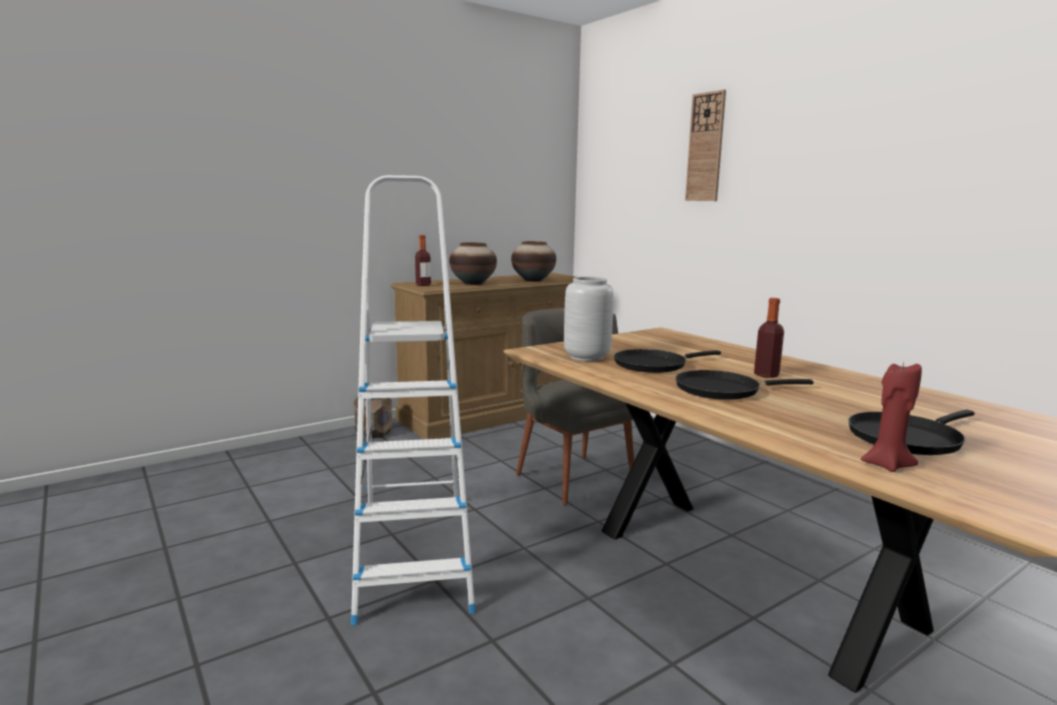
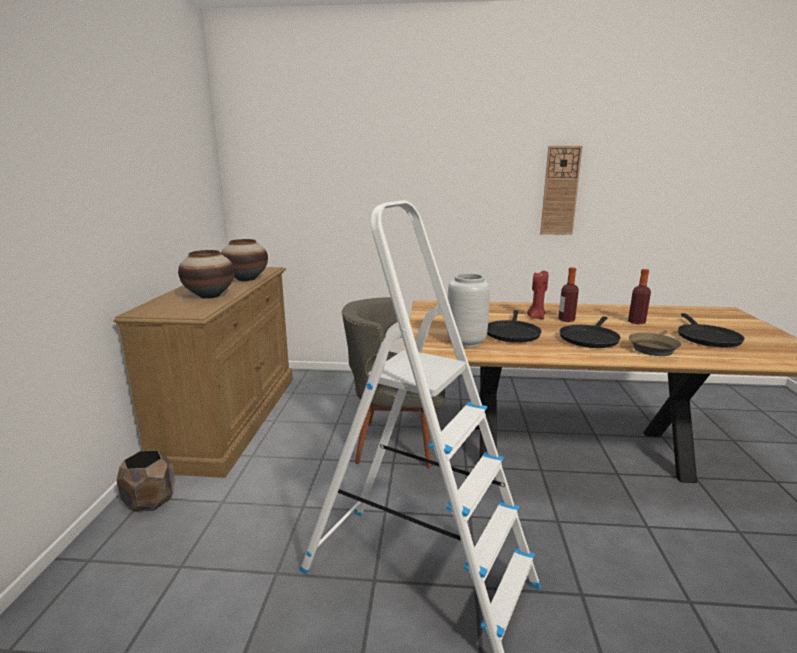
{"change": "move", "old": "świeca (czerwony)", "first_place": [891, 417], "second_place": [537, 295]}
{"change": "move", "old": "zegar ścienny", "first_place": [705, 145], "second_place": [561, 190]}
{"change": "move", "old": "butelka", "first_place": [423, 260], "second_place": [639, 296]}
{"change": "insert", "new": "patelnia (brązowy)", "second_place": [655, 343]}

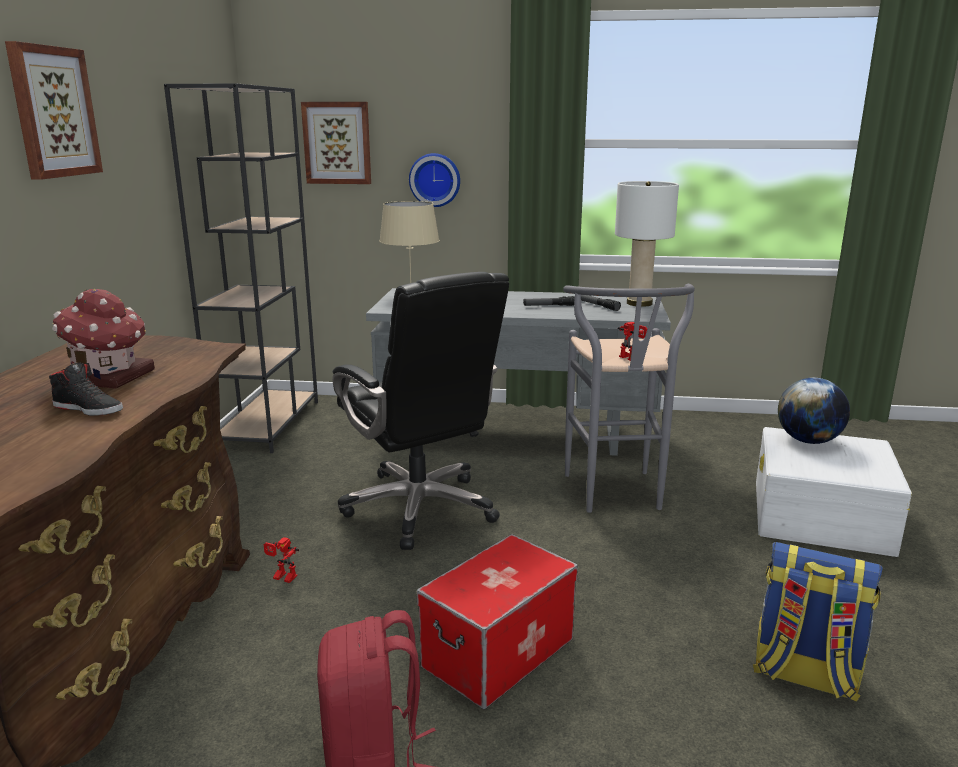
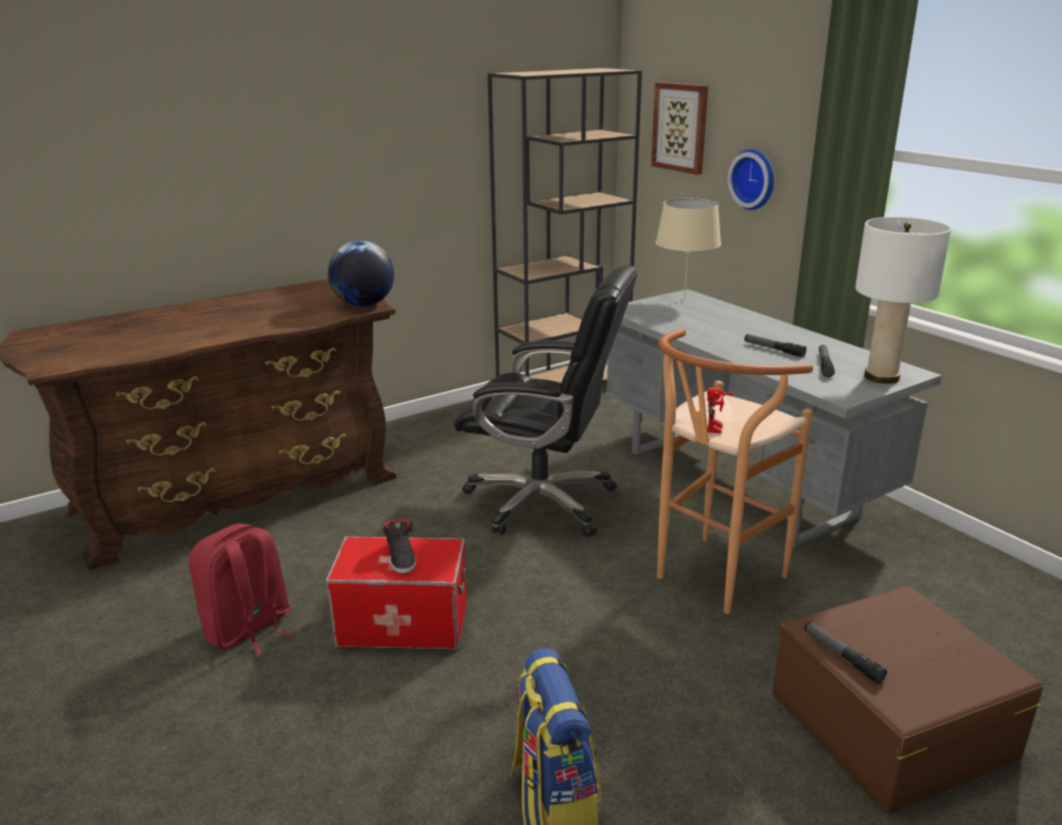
{"change": "move", "old": "globus", "first_place": [814, 411], "second_place": [361, 273]}
{"change": "move", "old": "but (czarny)", "first_place": [86, 389], "second_place": [399, 546]}
{"change": "rotate", "old": "krzesło biurowe (czarny)", "first_place": [420, 411], "second_place": [546, 401], "degrees": -90}
{"change": "recolor", "old": "stołek (szary)", "new": "stołek (brązowy)", "first_place": [629, 398], "second_place": [735, 471]}
{"change": "recolor", "old": "pojemnik do przechowywania (biały)", "new": "pojemnik do przechowywania (brązowy)", "first_place": [834, 492], "second_place": [908, 700]}
{"change": "insert", "new": "latarka", "second_place": [845, 652]}
{"change": "delete", "old": "obraz", "first_place": [54, 110]}
{"change": "delete", "old": "domek", "first_place": [103, 338]}
{"change": "delete", "old": "robot zabawkowy", "first_place": [281, 560]}

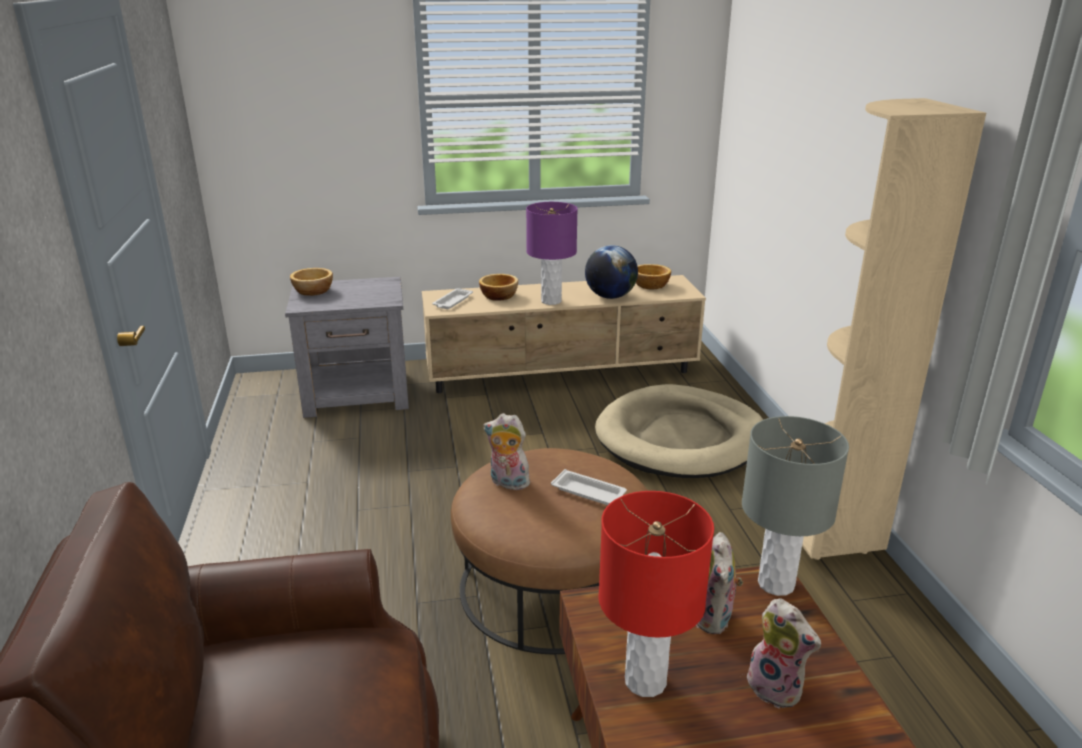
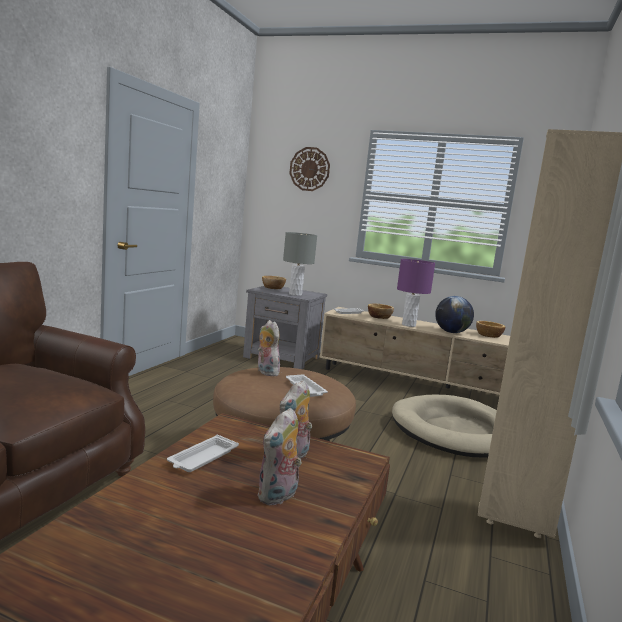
{"change": "replace", "old": "lampa stołowa (czerwony)", "new": "taca (biały)", "first_place": [656, 594], "second_place": [203, 453]}
{"change": "rotate", "old": "pluszak", "first_place": [784, 653], "second_place": [279, 456], "degrees": 45}
{"change": "move", "old": "lampa stołowa (szary)", "first_place": [795, 506], "second_place": [300, 264]}
{"change": "insert", "new": "zegar ścienny", "second_place": [309, 169]}

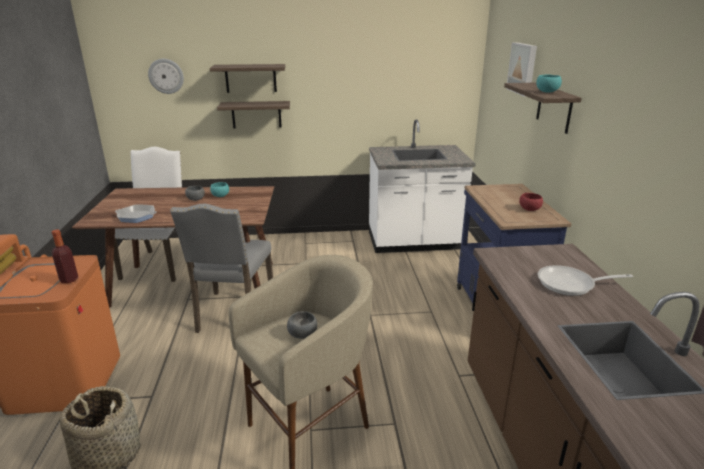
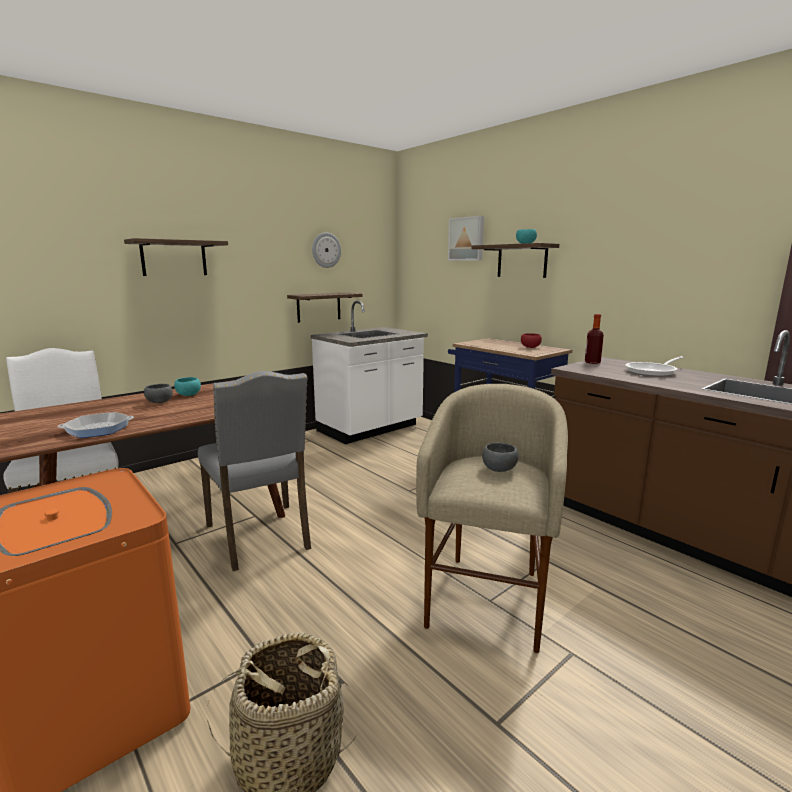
{"change": "move", "old": "półka", "first_place": [253, 114], "second_place": [325, 308]}
{"change": "move", "old": "zegar ścienny", "first_place": [166, 76], "second_place": [326, 250]}
{"change": "move", "old": "butelka", "first_place": [65, 256], "second_place": [594, 339]}

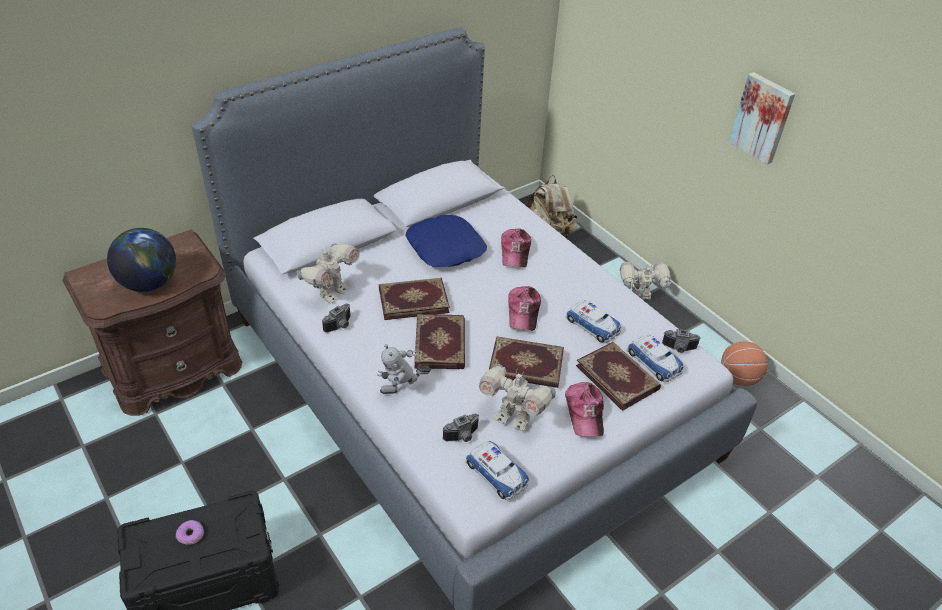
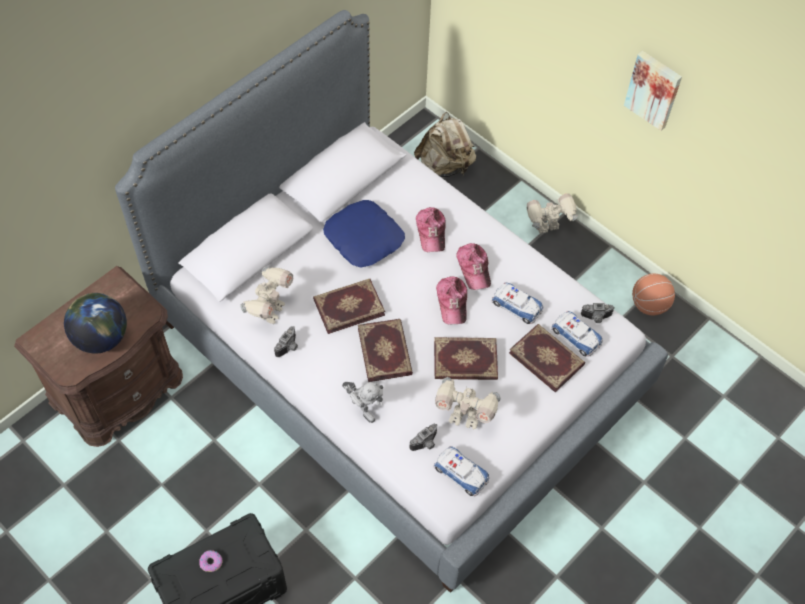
{"change": "rotate", "old": "robot zabawkowy", "first_place": [404, 369], "second_place": [362, 402], "degrees": -105}
{"change": "move", "old": "czapka z daszkiem", "first_place": [584, 409], "second_place": [473, 266]}

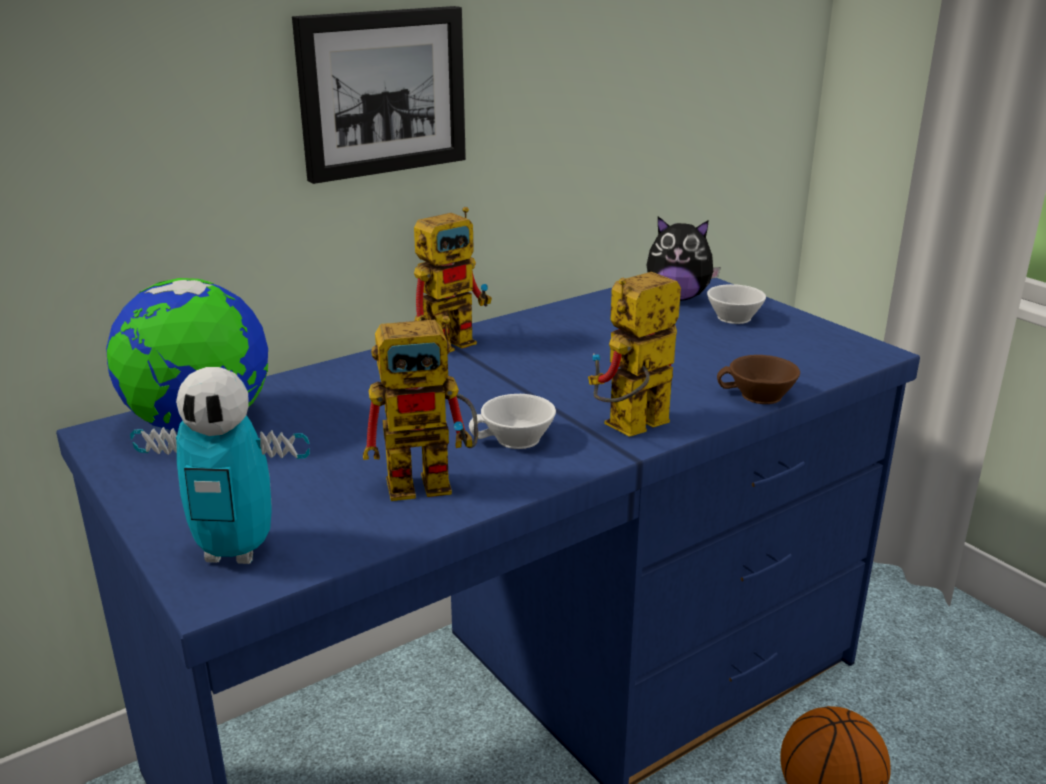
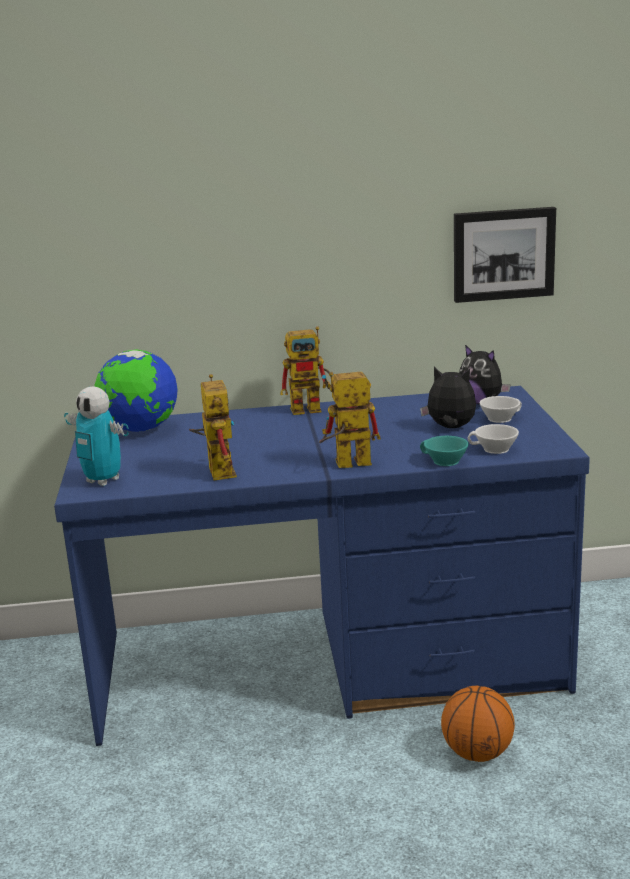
{"change": "rotate", "old": "robot zabawkowy", "first_place": [420, 408], "second_place": [213, 427], "degrees": -120}
{"change": "insert", "new": "pluszak", "second_place": [448, 397]}
{"change": "recolor", "old": "filiżanka (brązowy)", "new": "filiżanka (turkusowy)", "first_place": [758, 379], "second_place": [444, 451]}
{"change": "move", "old": "obraz", "first_place": [379, 95], "second_place": [505, 255]}
{"change": "move", "old": "filiżanka (biały)", "first_place": [512, 421], "second_place": [493, 439]}

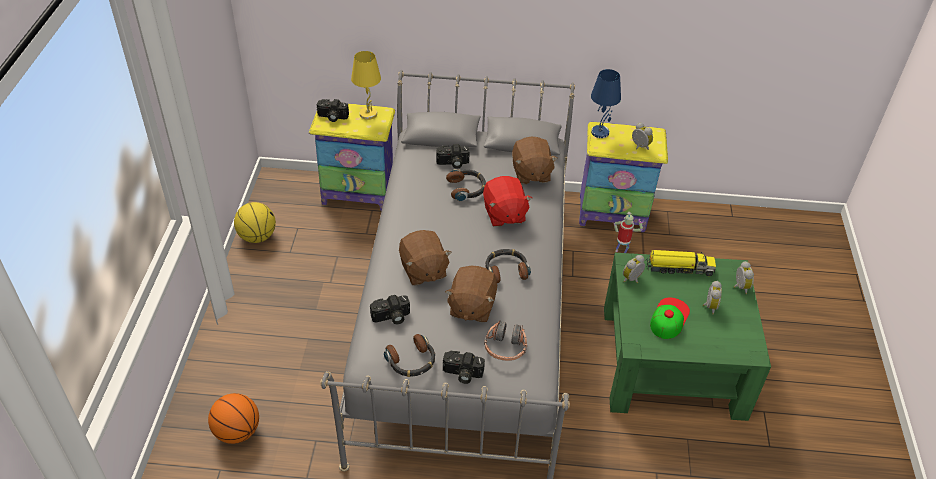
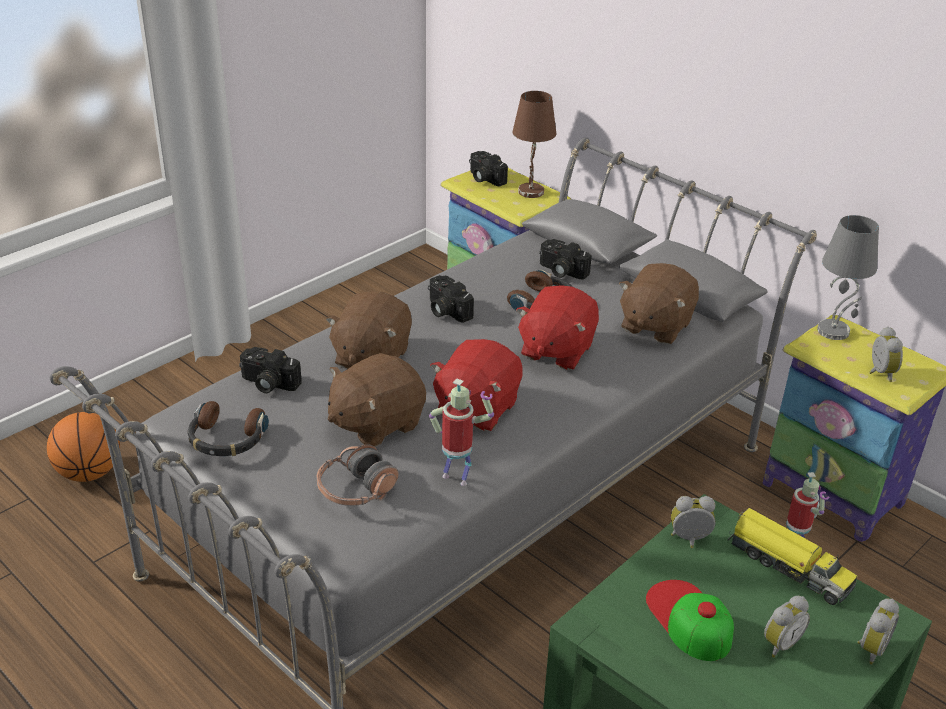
{"change": "move", "old": "aparat fotograficzny", "first_place": [464, 367], "second_place": [451, 299]}
{"change": "insert", "new": "robot zabawkowy", "second_place": [461, 432]}
{"change": "replace", "old": "słuchawki", "new": "pluszak (czerwony)", "first_place": [508, 266], "second_place": [476, 385]}
{"change": "recolor", "old": "lampa stołowa (żółty)", "new": "lampa stołowa (brązowy)", "first_place": [366, 85], "second_place": [534, 144]}
{"change": "rotate", "old": "czapka z daszkiem", "first_place": [670, 318], "second_place": [690, 620], "degrees": -90}
{"change": "recolor", "old": "lampa stołowa (niebieski)", "new": "lampa stołowa (szary)", "first_place": [606, 103], "second_place": [848, 277]}
{"change": "delete", "old": "piłka do koszykówki", "first_place": [255, 222]}

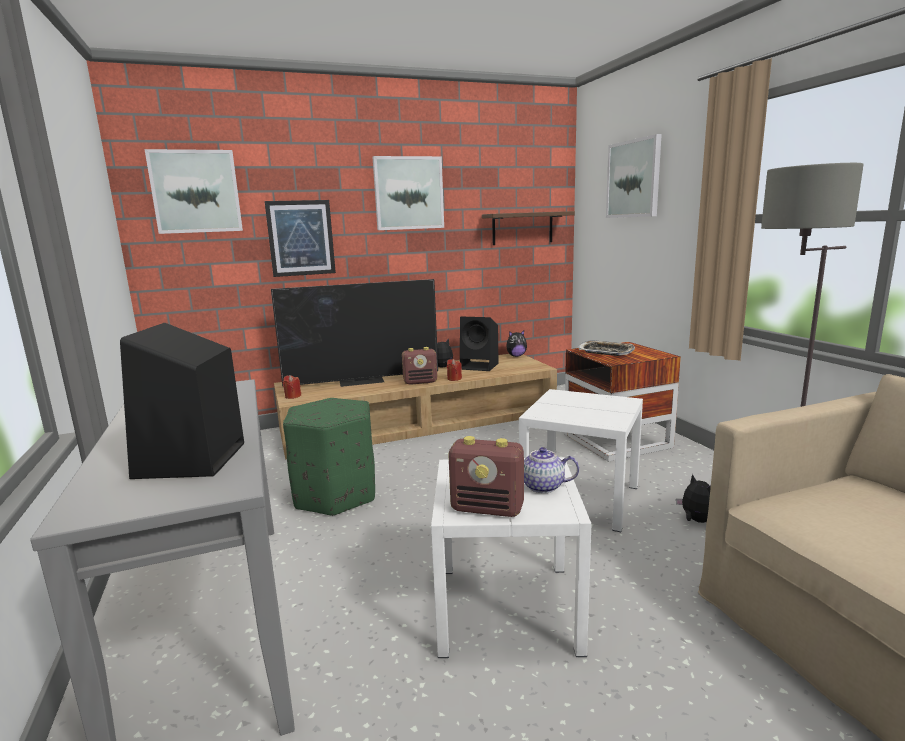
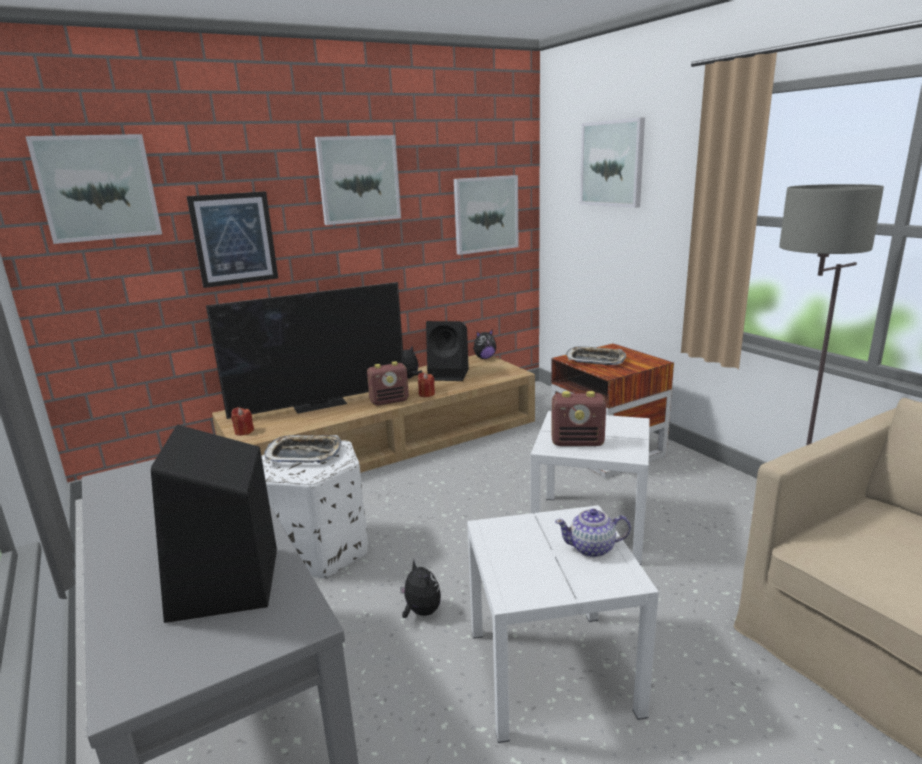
{"change": "recolor", "old": "pufa (zielony)", "new": "pufa (biały)", "first_place": [329, 457], "second_place": [314, 509]}
{"change": "insert", "new": "taca", "second_place": [303, 449]}
{"change": "move", "old": "pluszak", "first_place": [693, 498], "second_place": [420, 589]}
{"change": "replace", "old": "półka", "new": "obraz", "first_place": [528, 228], "second_place": [486, 215]}
{"change": "move", "old": "radio", "first_place": [486, 476], "second_place": [578, 418]}

